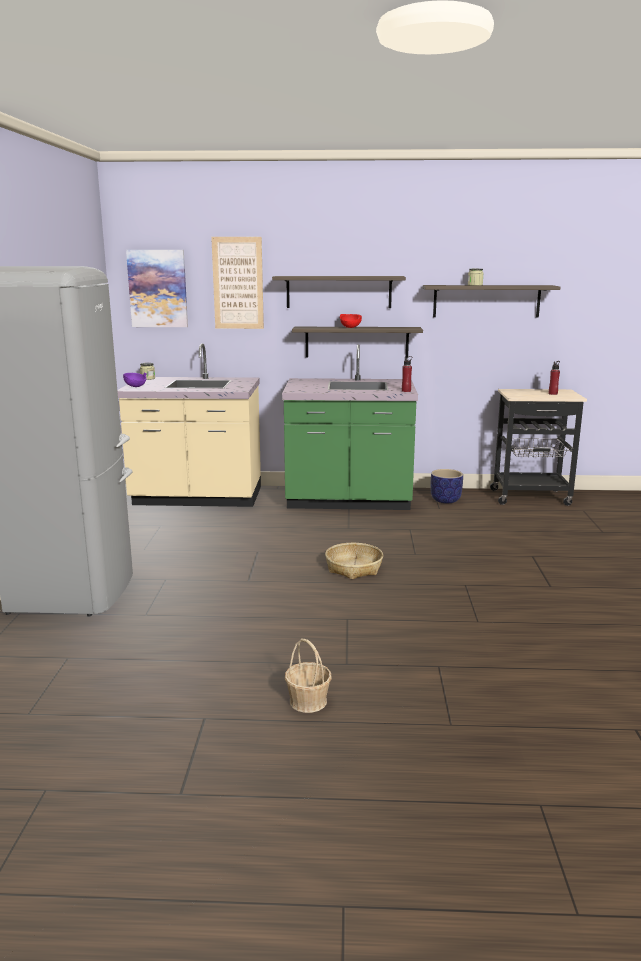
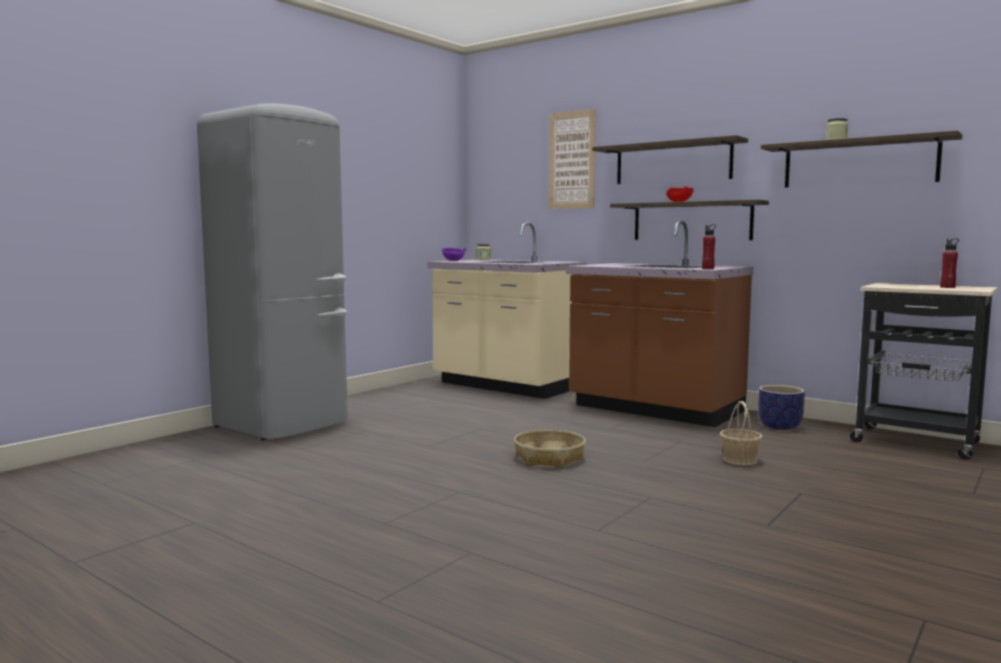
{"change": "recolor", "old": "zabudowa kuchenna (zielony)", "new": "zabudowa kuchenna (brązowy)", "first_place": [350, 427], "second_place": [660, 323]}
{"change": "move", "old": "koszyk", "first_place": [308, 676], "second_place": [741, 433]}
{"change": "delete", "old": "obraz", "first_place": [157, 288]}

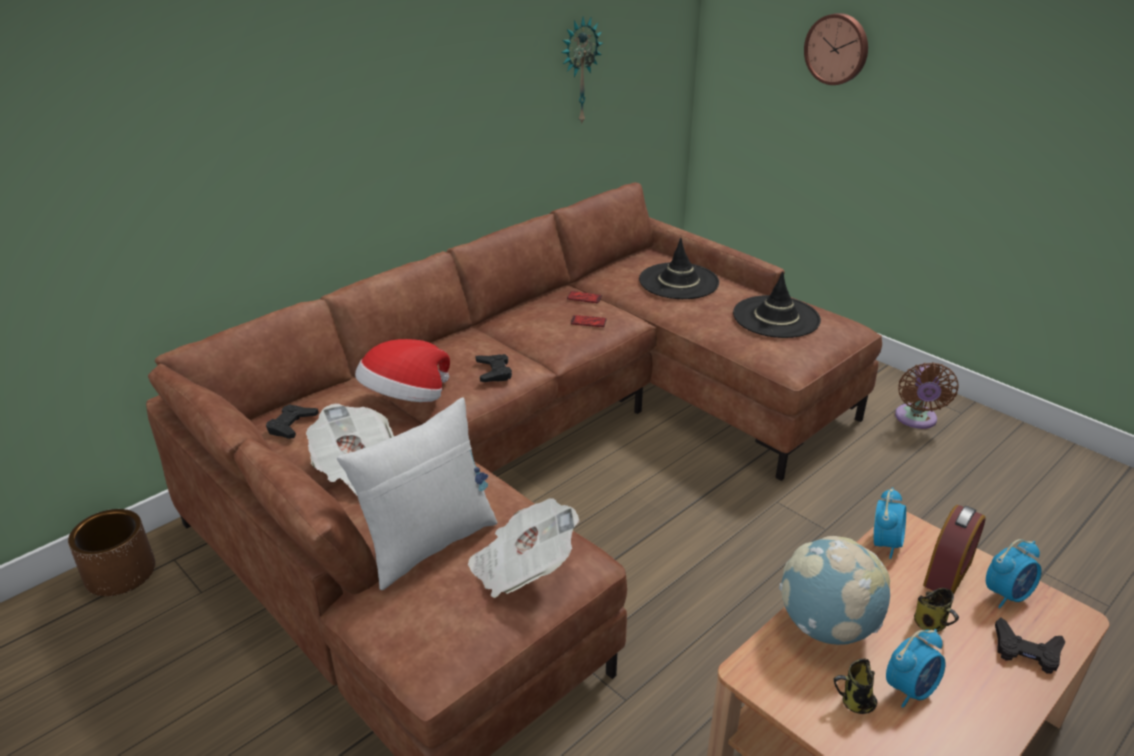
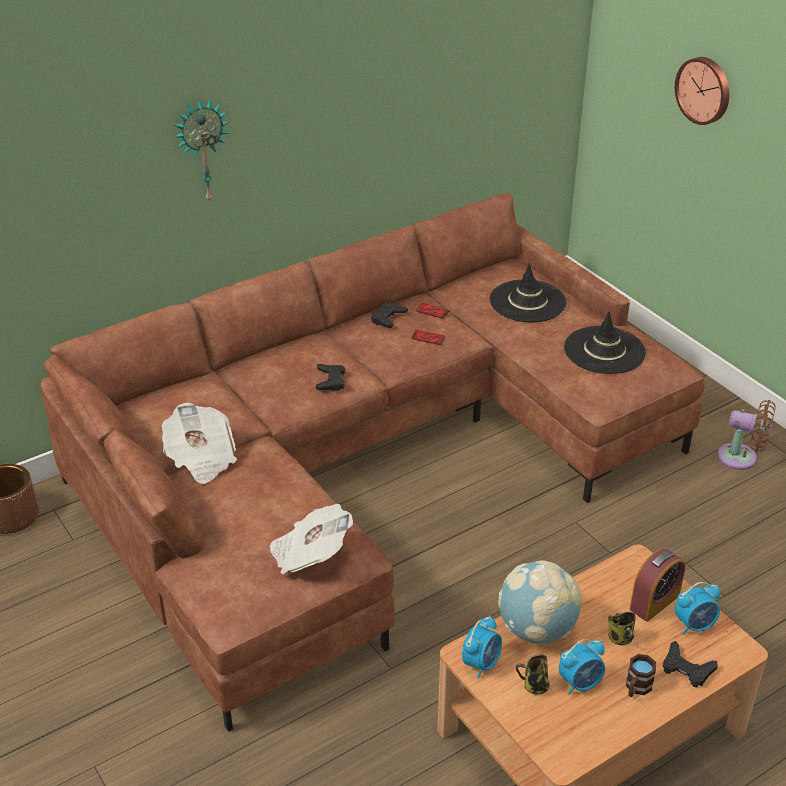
{"change": "move", "old": "zegar ścienny", "first_place": [582, 70], "second_place": [202, 150]}
{"change": "move", "old": "pad do gier (czarny)", "first_place": [292, 421], "second_place": [389, 315]}
{"change": "move", "old": "budzik", "first_place": [890, 523], "second_place": [482, 647]}
{"change": "insert", "new": "kubek (brązowy)", "second_place": [641, 675]}
{"change": "rotate", "old": "wentylator (brązowy)", "first_place": [926, 395], "second_place": [746, 435], "degrees": -90}
{"change": "delete", "old": "poduszka (szary)", "first_place": [417, 493]}
{"change": "delete", "old": "kapelusz", "first_place": [402, 370]}

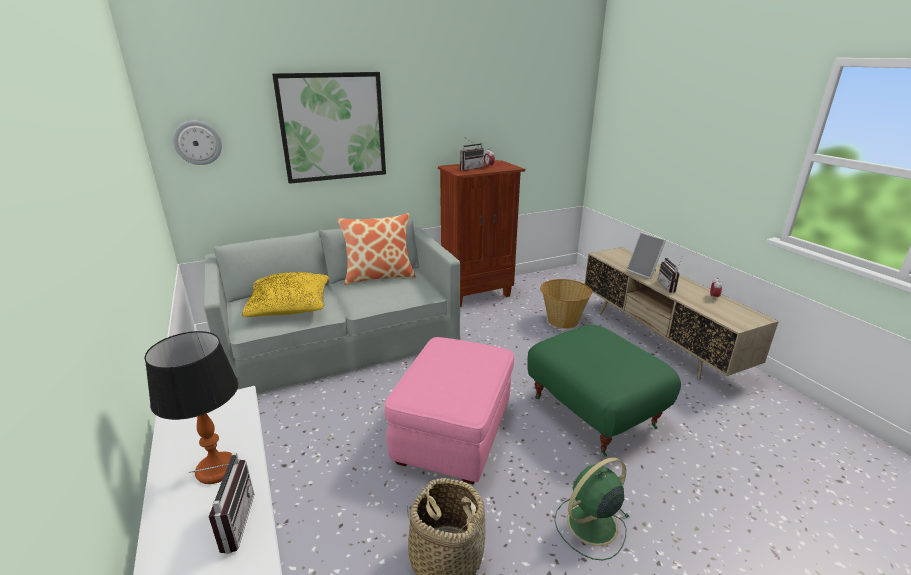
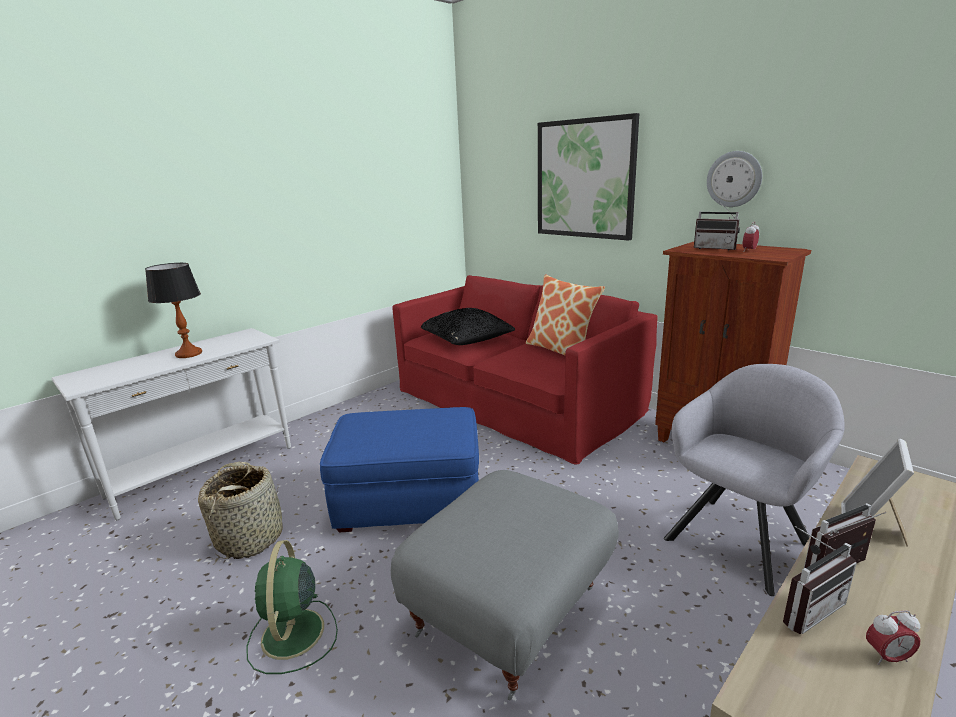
{"change": "rotate", "old": "wentylator (zielony)", "first_place": [591, 509], "second_place": [292, 607], "degrees": -135}
{"change": "recolor", "old": "pufa (różowy)", "new": "pufa (niebieski)", "first_place": [449, 410], "second_place": [399, 469]}
{"change": "recolor", "old": "pufa (zielony)", "new": "pufa (szary)", "first_place": [604, 391], "second_place": [505, 585]}
{"change": "recolor", "old": "kanapa (szary)", "new": "kanapa (czerwony)", "first_place": [332, 307], "second_place": [525, 370]}
{"change": "recolor", "old": "poduszka (żółty)", "new": "poduszka (czarny)", "first_place": [285, 294], "second_place": [468, 326]}
{"change": "replace", "old": "koszyk", "new": "fotel (szary)", "first_place": [566, 304], "second_place": [754, 480]}
{"change": "move", "old": "zegar ścienny", "first_place": [197, 143], "second_place": [734, 179]}
{"change": "move", "old": "radio", "first_place": [221, 503], "second_place": [820, 580]}

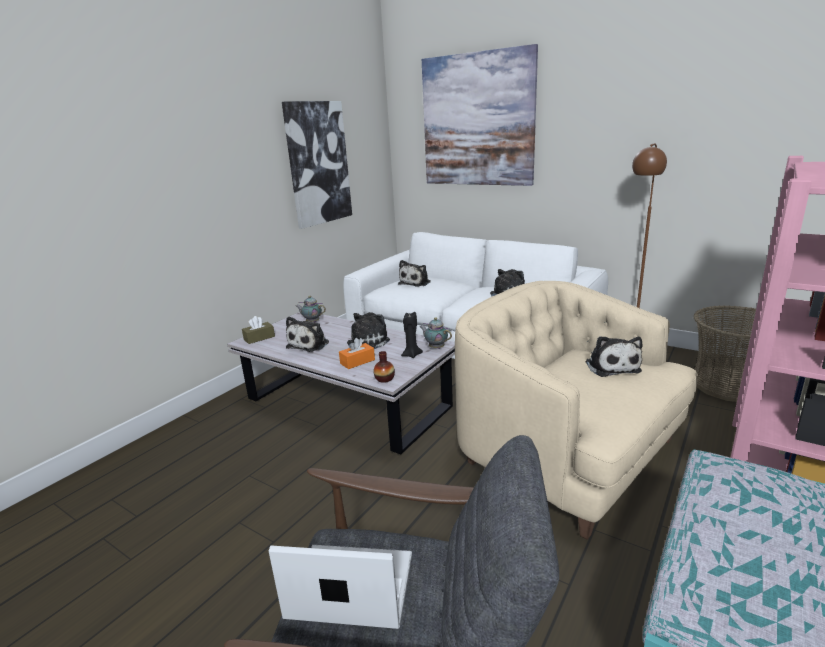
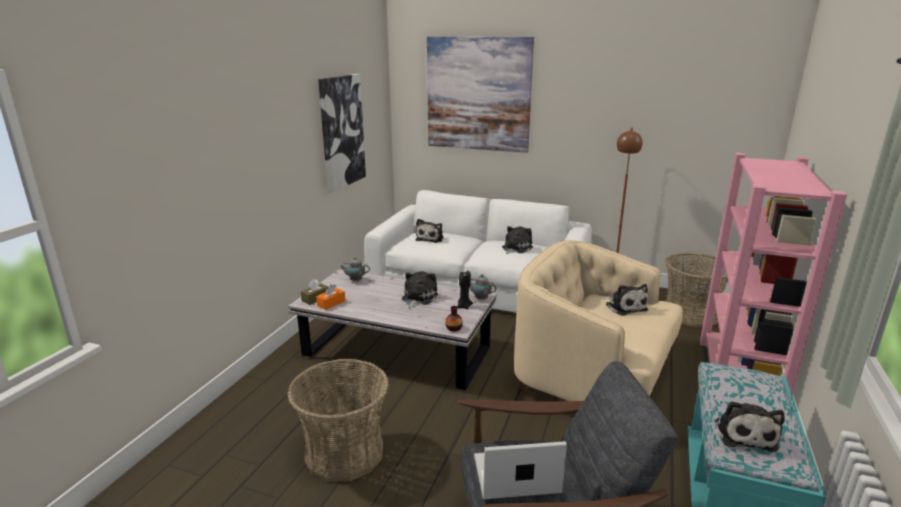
{"change": "insert", "new": "koszyk", "second_place": [338, 420]}
{"change": "move", "old": "pudełko chusteczek (pomarańczowy)", "first_place": [357, 353], "second_place": [331, 297]}
{"change": "move", "old": "pluszak", "first_place": [307, 334], "second_place": [750, 426]}

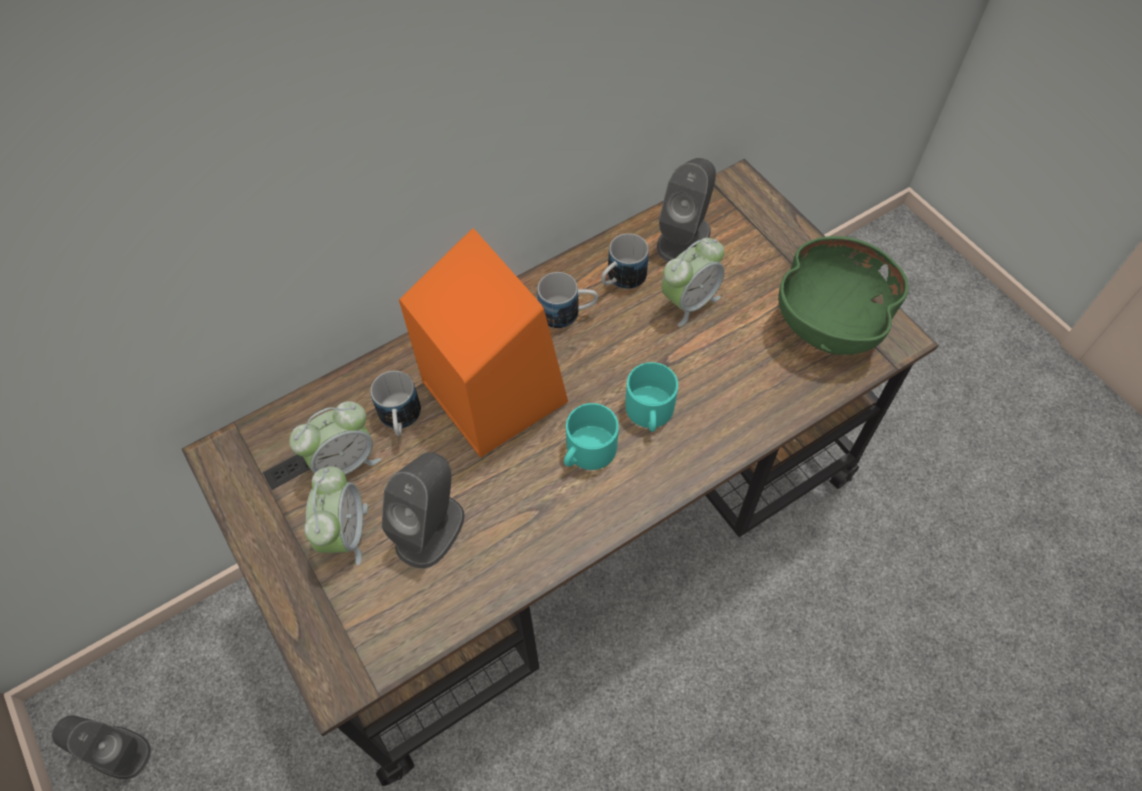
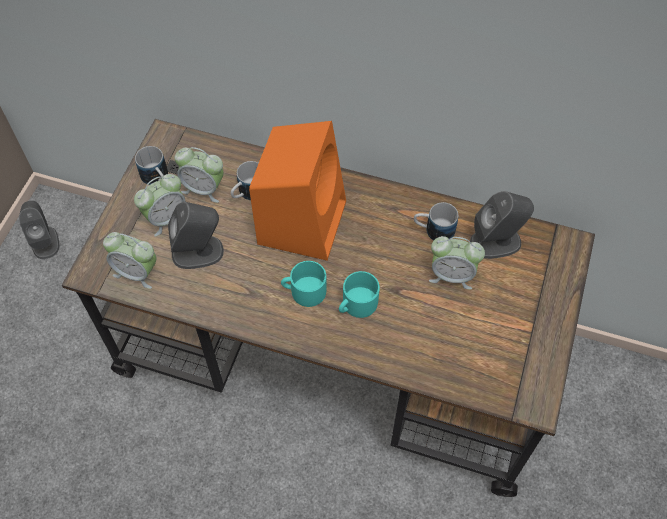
{"change": "insert", "new": "budzik", "second_place": [130, 260]}
{"change": "move", "old": "kubek", "first_place": [567, 300], "second_place": [151, 165]}
{"change": "delete", "old": "miska (zielony)", "first_place": [843, 295]}

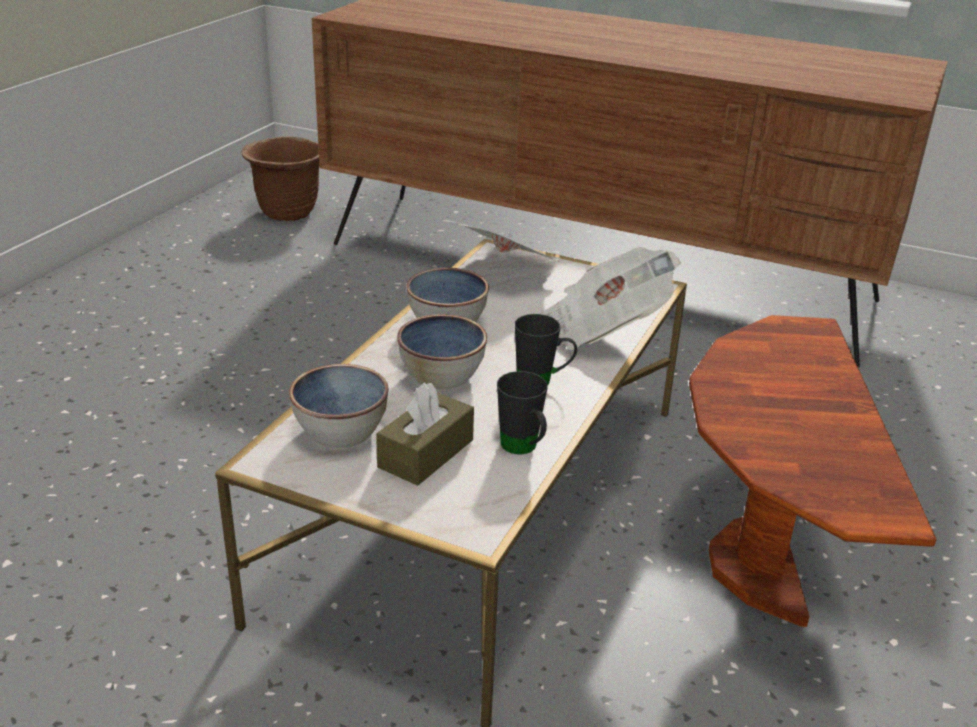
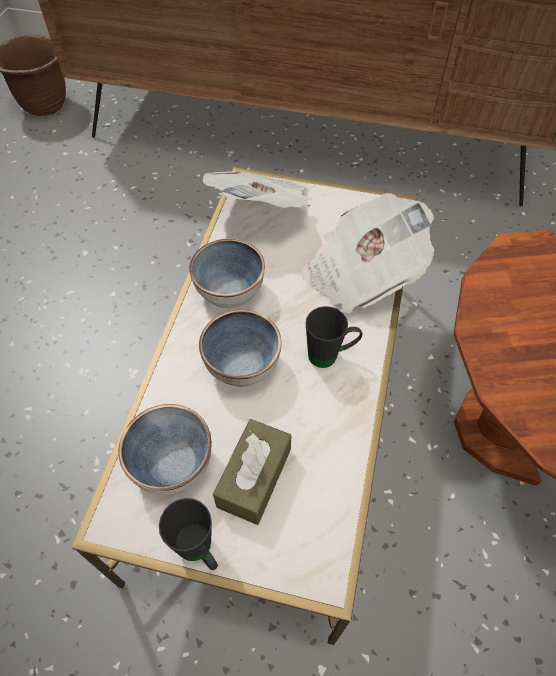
{"change": "move", "old": "kubek (czarny)", "first_place": [522, 412], "second_place": [188, 534]}

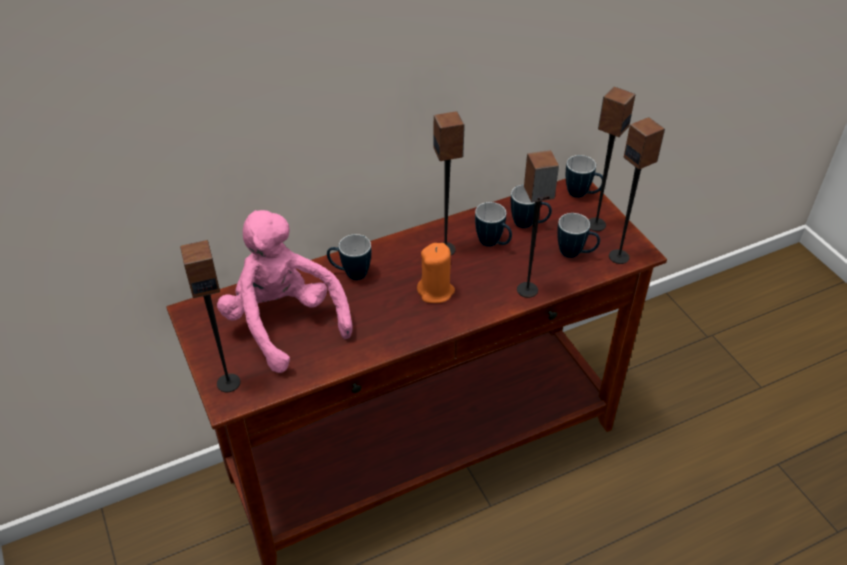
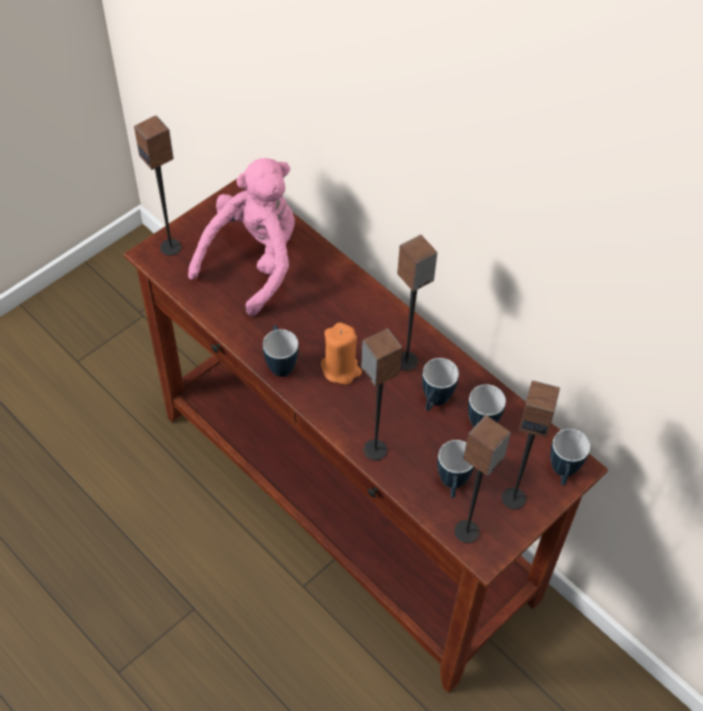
{"change": "move", "old": "kubek", "first_place": [349, 257], "second_place": [281, 351]}

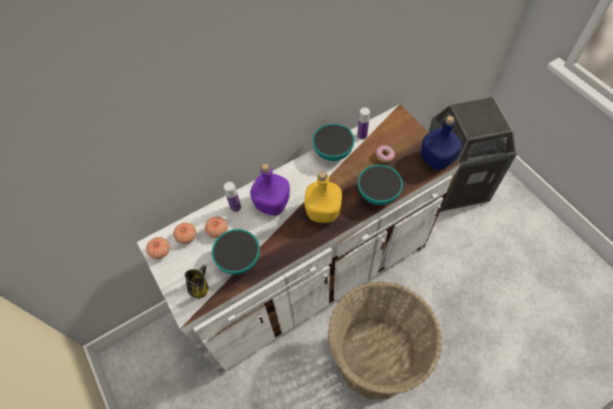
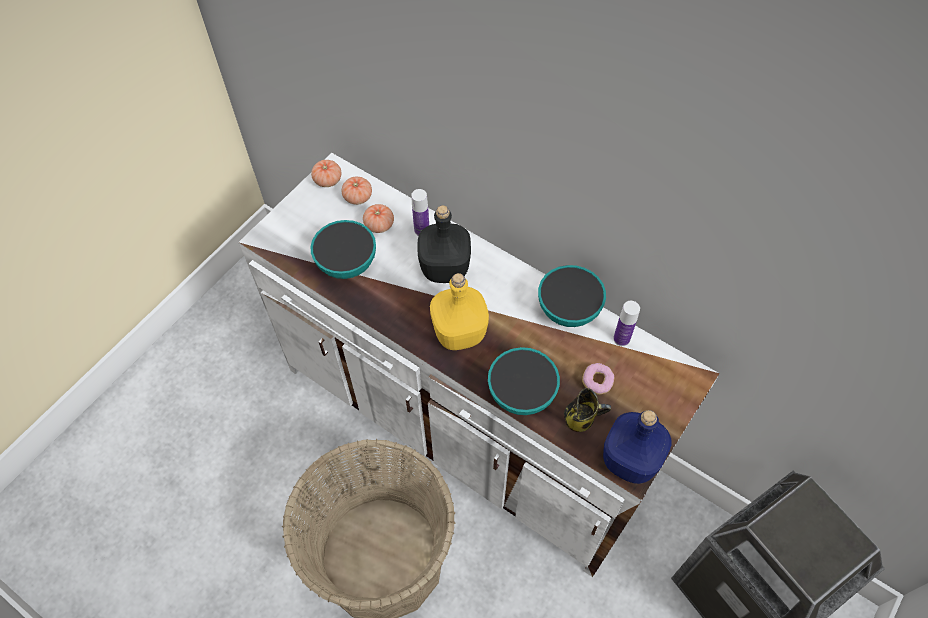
{"change": "recolor", "old": "butelka (fioletowy)", "new": "butelka (czarny)", "first_place": [270, 189], "second_place": [444, 244]}
{"change": "move", "old": "kubek", "first_place": [197, 282], "second_place": [587, 410]}

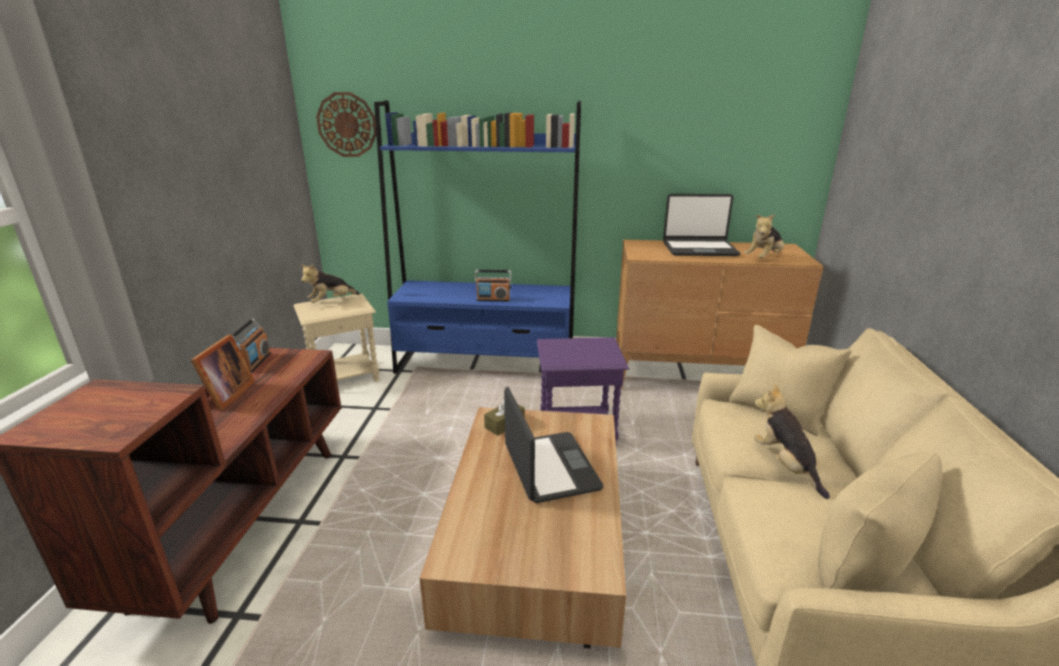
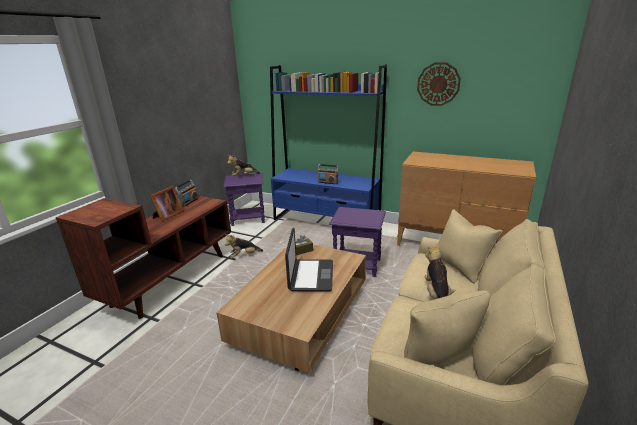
{"change": "recolor", "old": "stolik (beżowy)", "new": "stolik (fioletowy)", "first_place": [337, 337], "second_place": [244, 199]}
{"change": "move", "old": "pluszak", "first_place": [764, 236], "second_place": [244, 246]}
{"change": "move", "old": "zegar ścienny", "first_place": [346, 124], "second_place": [439, 84]}
{"change": "delete", "old": "laptop", "first_place": [701, 225]}

